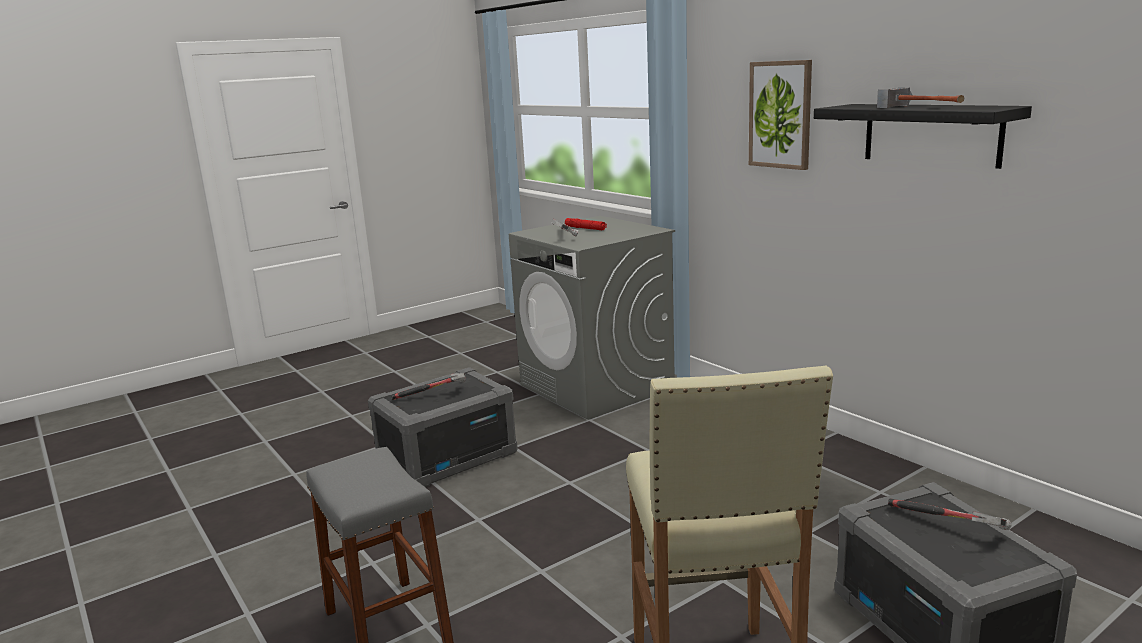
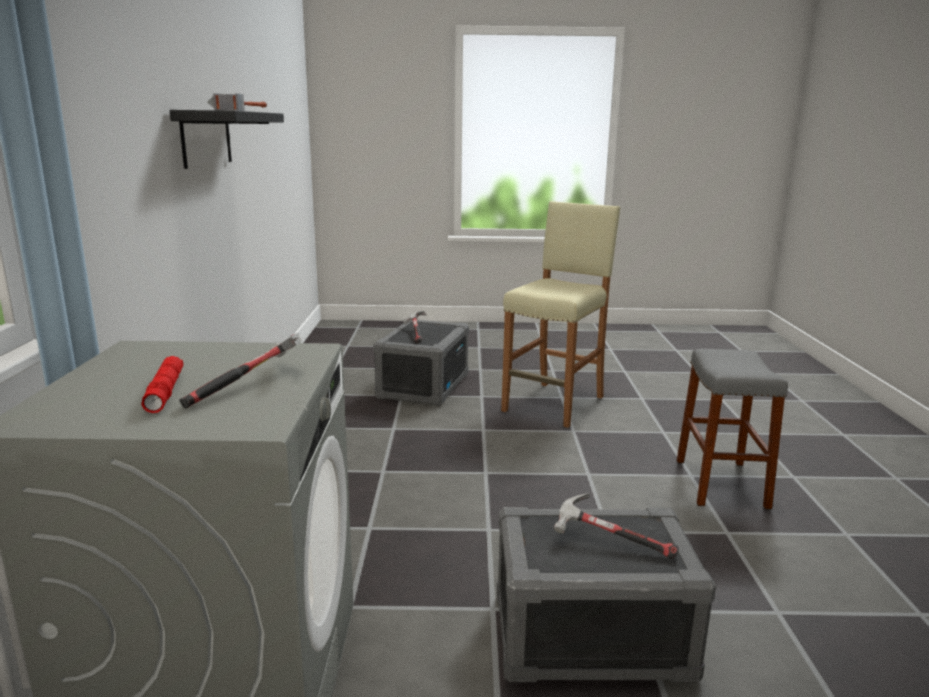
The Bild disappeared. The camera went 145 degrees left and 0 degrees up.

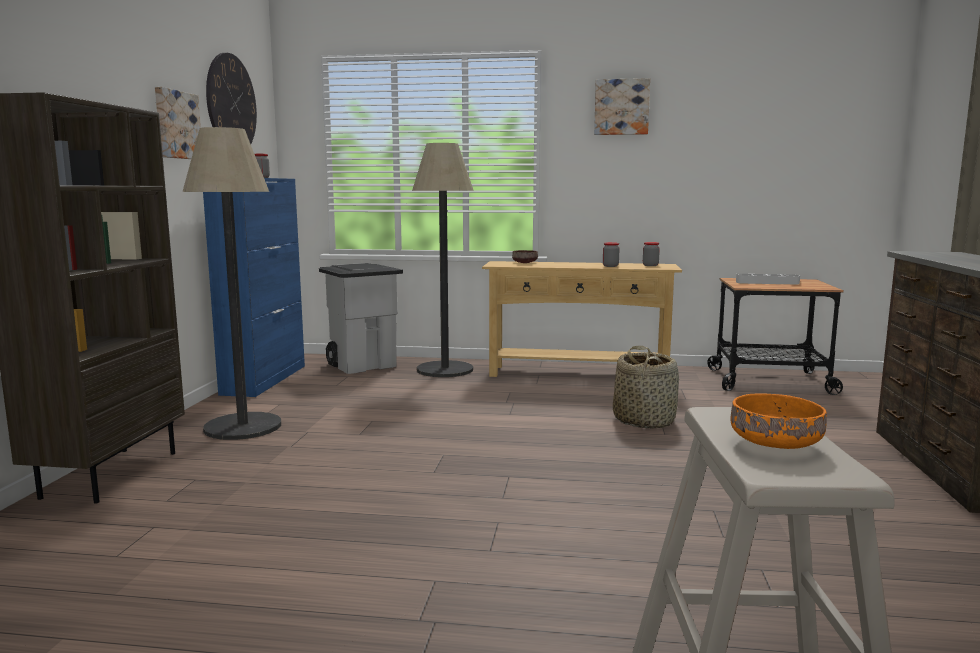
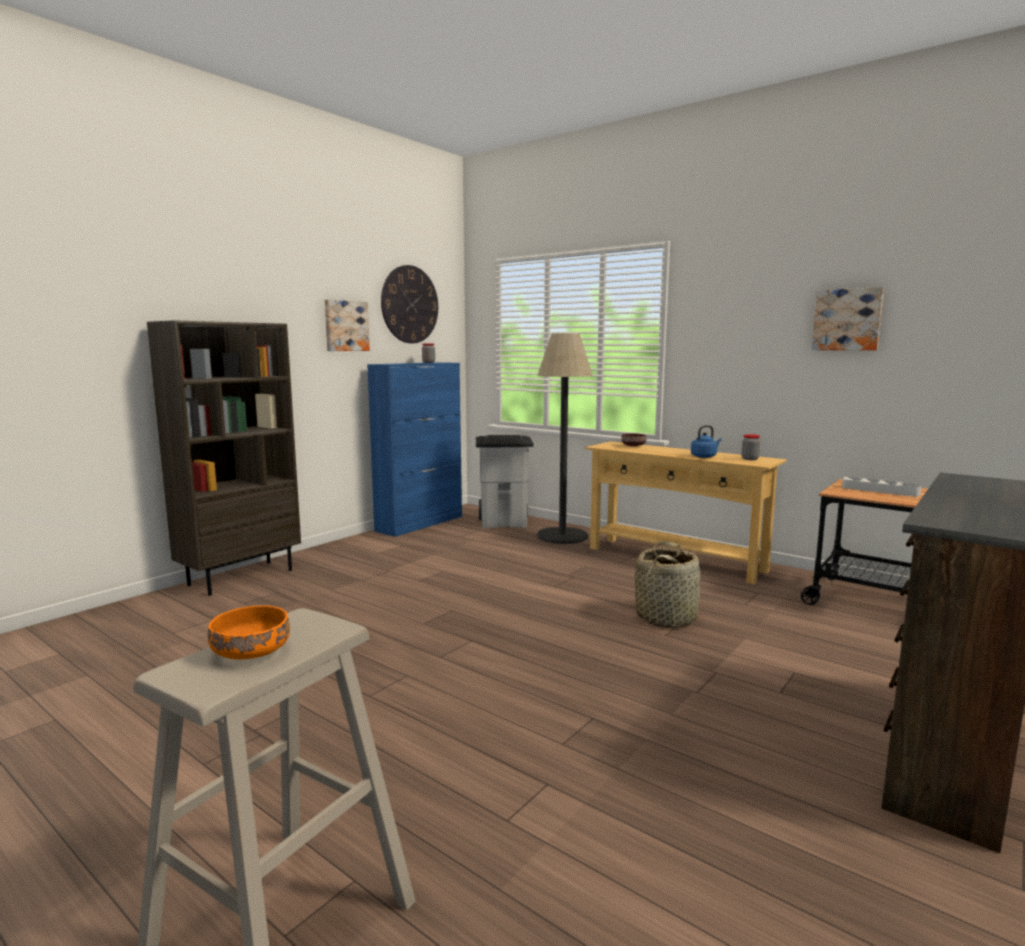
The Stehlampe (1st from left) disappeared. The Bild (2nd from left) moved. The Vorratsglas (2nd from left) was replaced by the Wasserkessel [blau]. The camera went 30 degrees right and 0 degrees up.

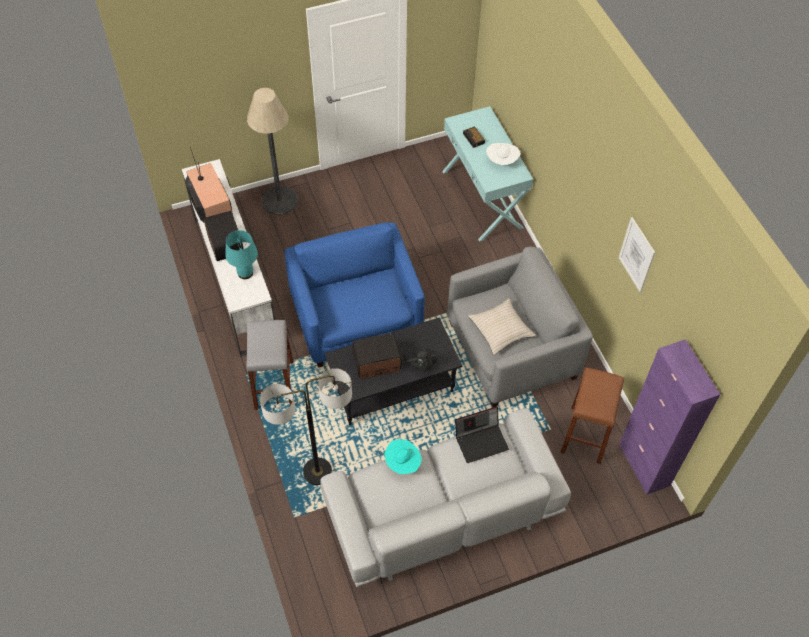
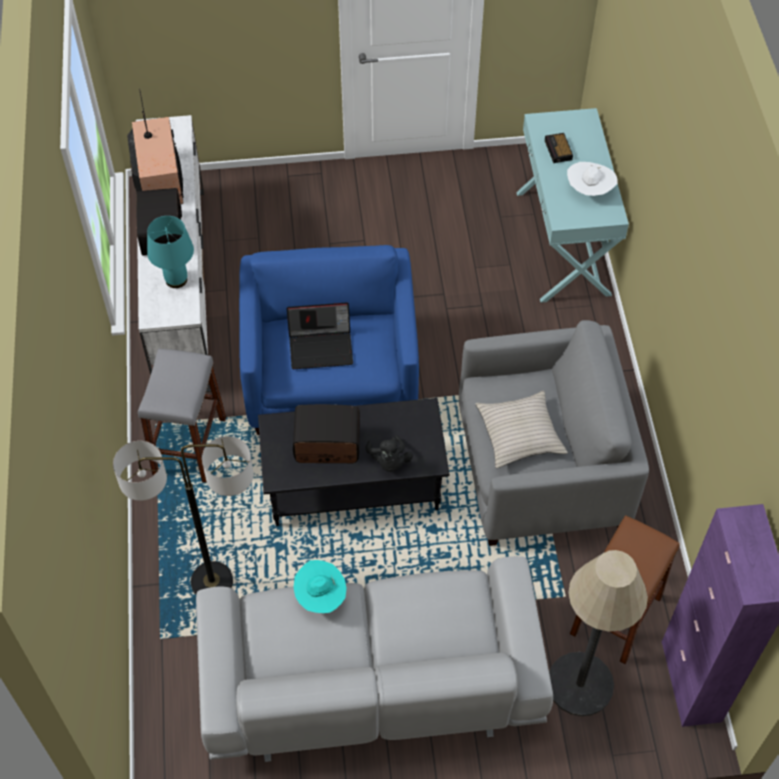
The Stehlampe (1st from left in the first image) moved. The Laptop moved. The Bild disappeared. The camera went 15 degrees right and 0 degrees up.

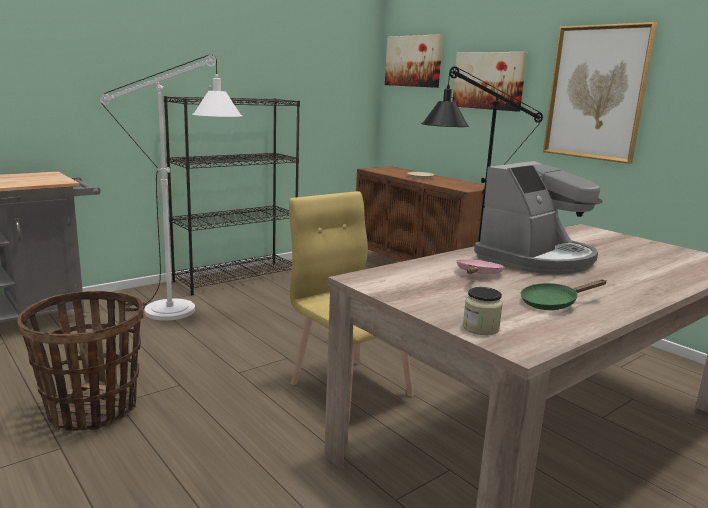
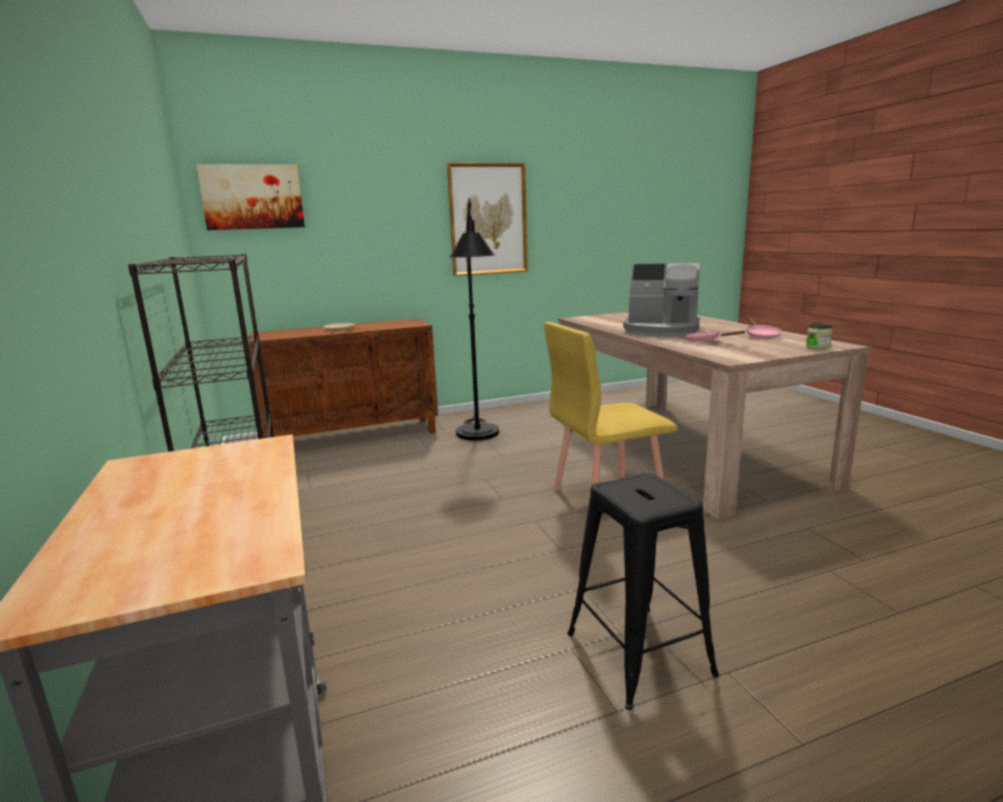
The Korb was replaced by the Hocker [schwarz]. The Stehlampe [weiß] disappeared. The Bild (2nd from left) disappeared. The Kaffeemaschine turned 135 degrees clockwise. The Pfanne [grün] became the Pfanne [rosa] (2nd from left). The camera went 70 degrees left and 0 degrees up.

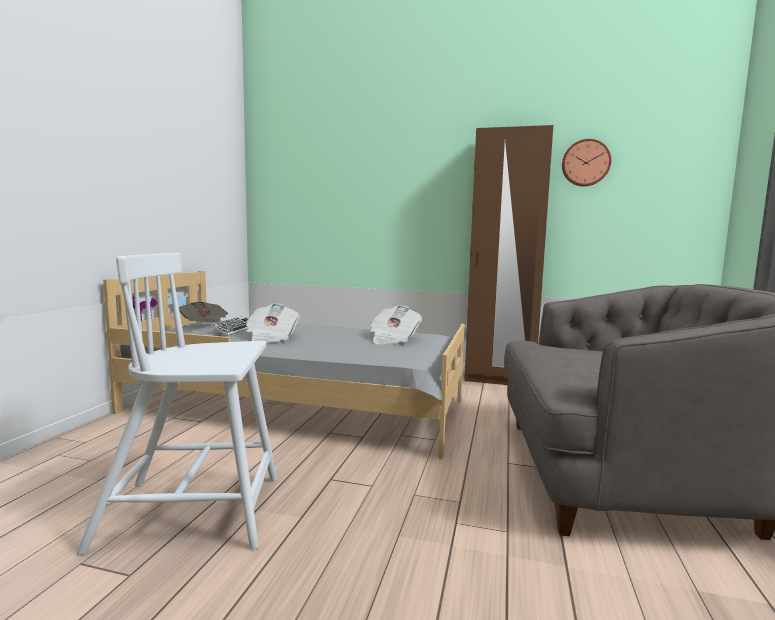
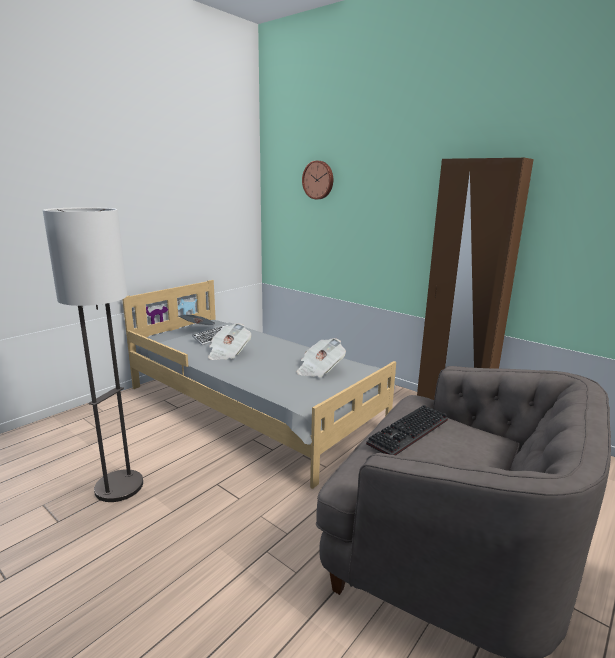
The Stuhl [weiß] was replaced by the Stehlampe. The Wanduhr moved. The Tastatur (2nd from left) appeared. The camera went 25 degrees right and 10 degrees up.

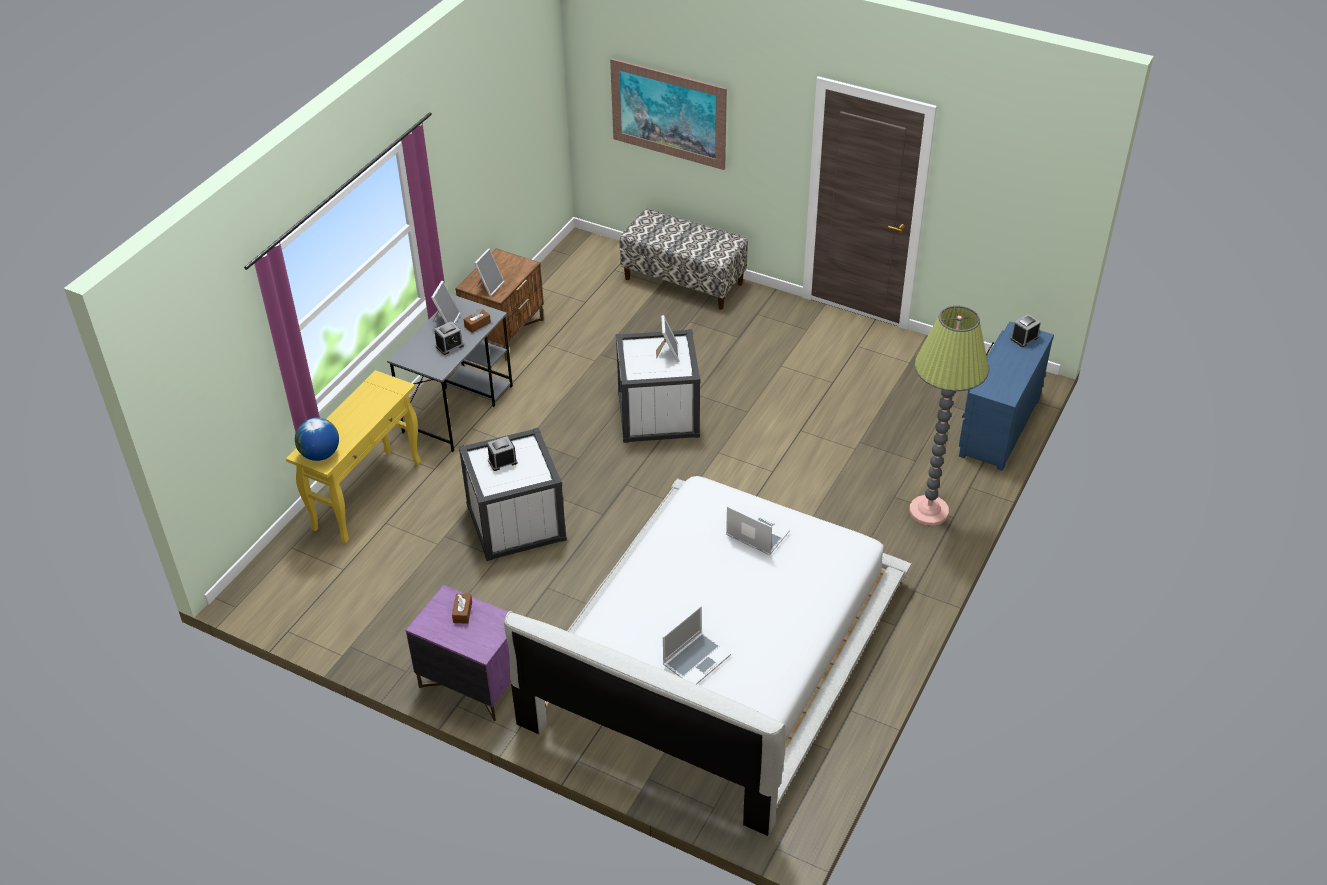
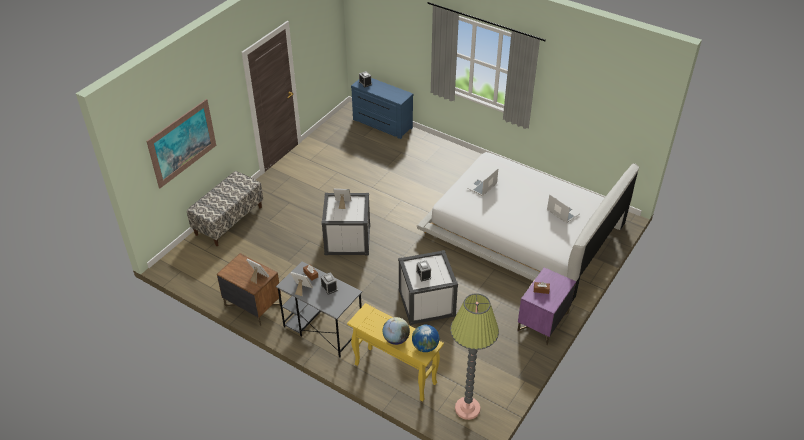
The Stehlampe moved. The Globus (1st from left) appeared. The camera went 85 degrees left and 0 degrees up.

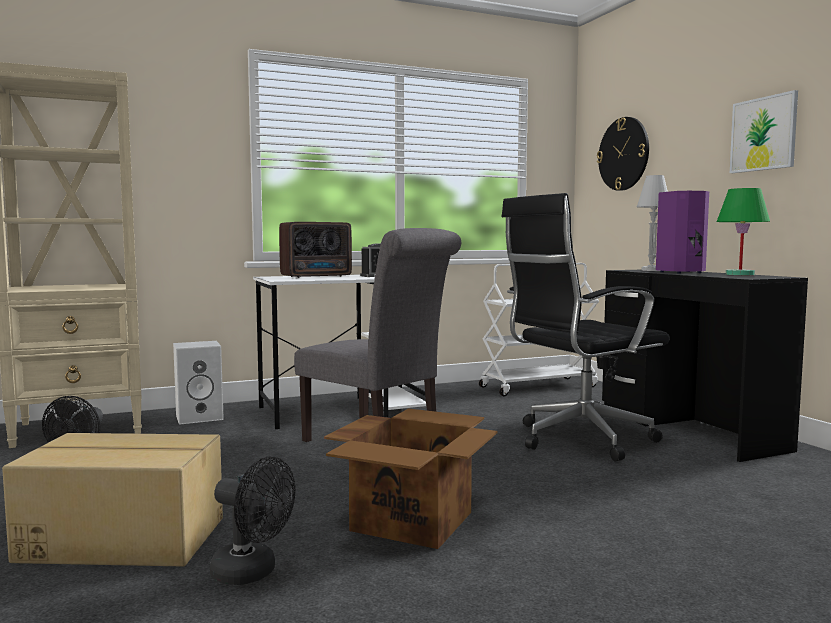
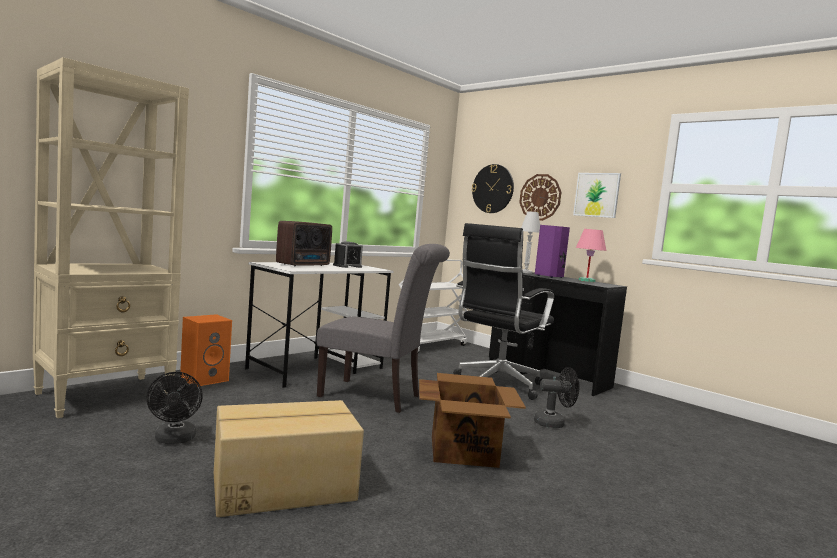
The Lautsprecher [weiß] became the Lautsprecher [orange]. The Ventilator [schwarz] (2nd from left) moved. The Tischlampe [grün] became the Tischlampe [rosa]. The Wanduhr (2nd from left) appeared. The camera went 25 degrees left and 0 degrees up.

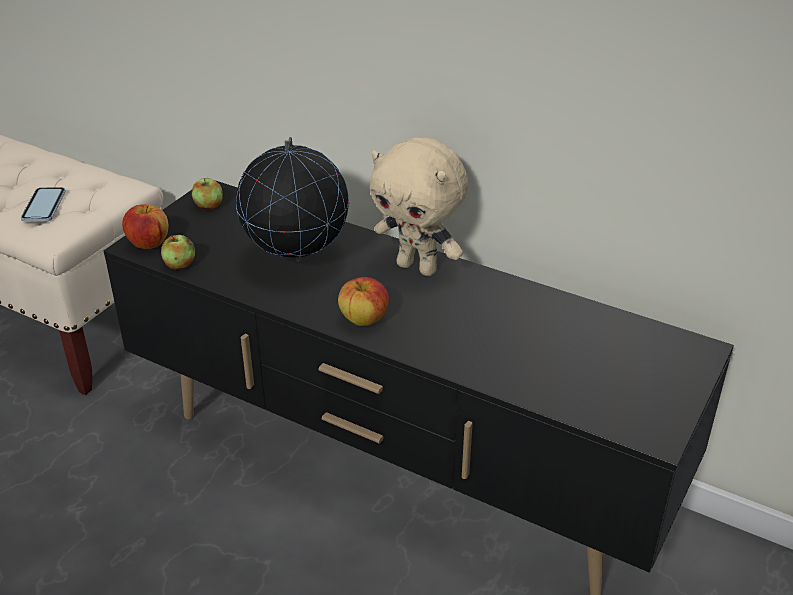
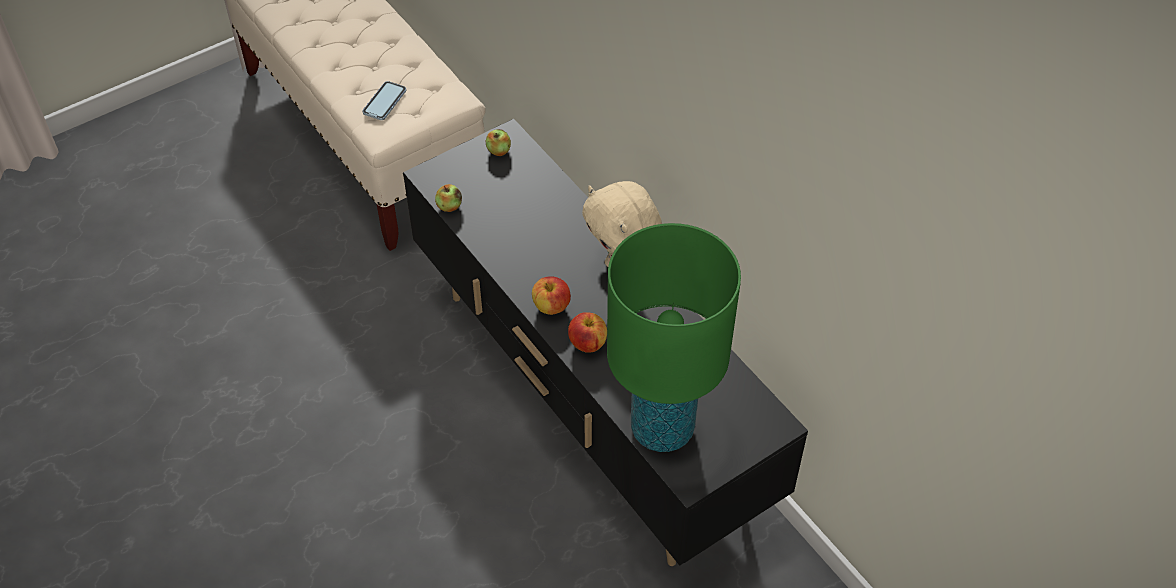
The Apfel (1st from left in the first image) moved. The Globus disappeared. The Tischlampe [grün] appeared. The camera went 25 degrees right and 15 degrees up.

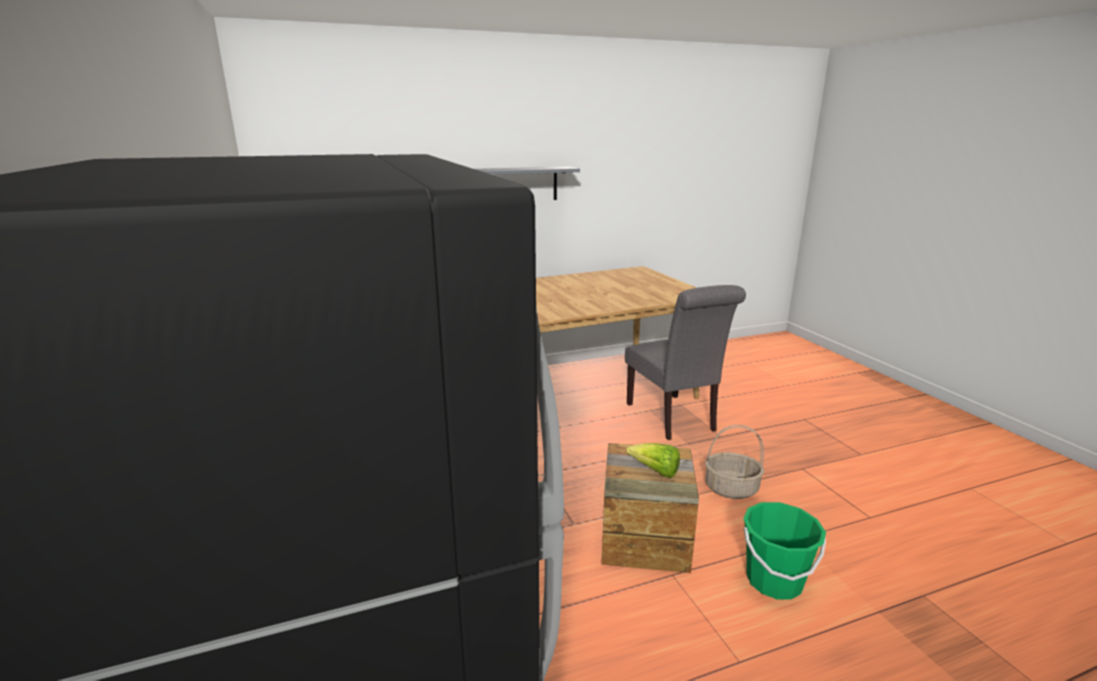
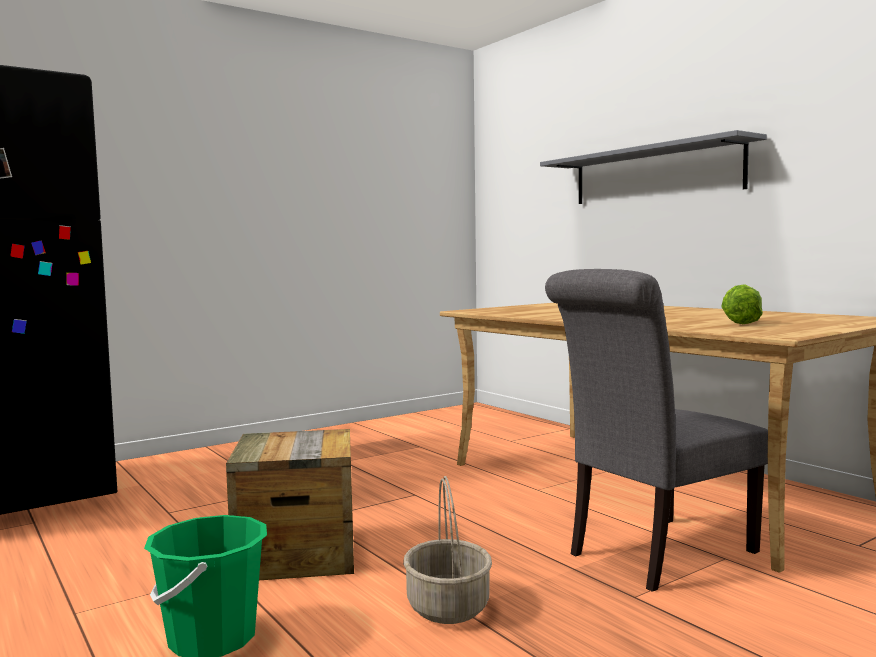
The Salatkopf moved. The camera went 75 degrees right and 15 degrees down.

